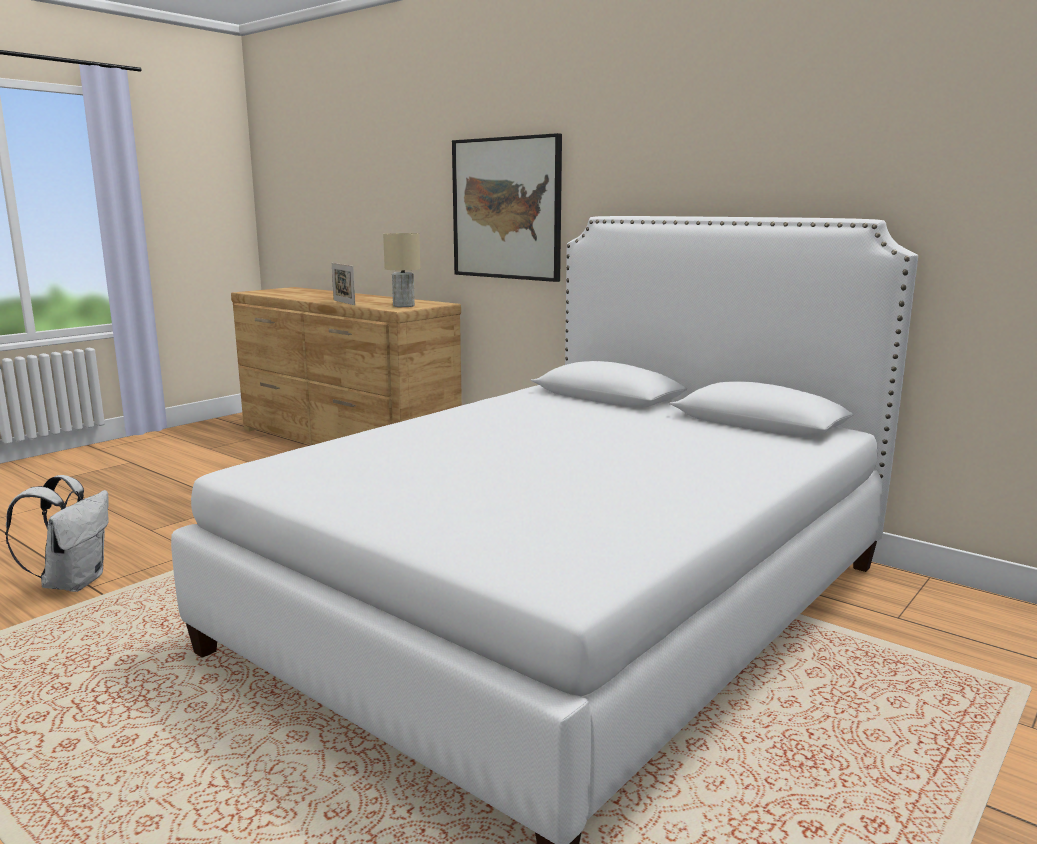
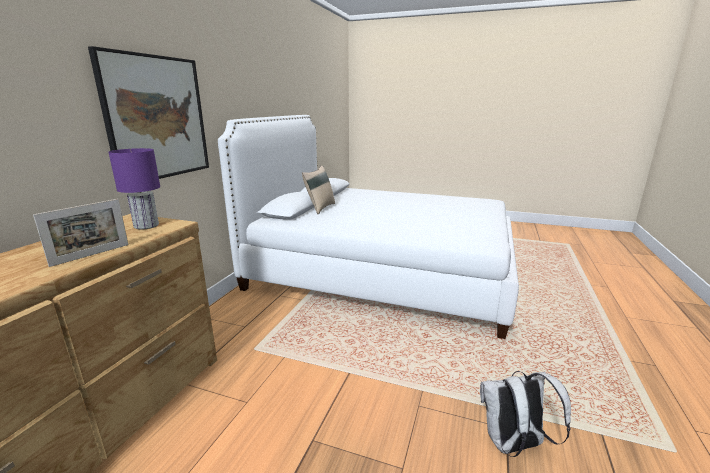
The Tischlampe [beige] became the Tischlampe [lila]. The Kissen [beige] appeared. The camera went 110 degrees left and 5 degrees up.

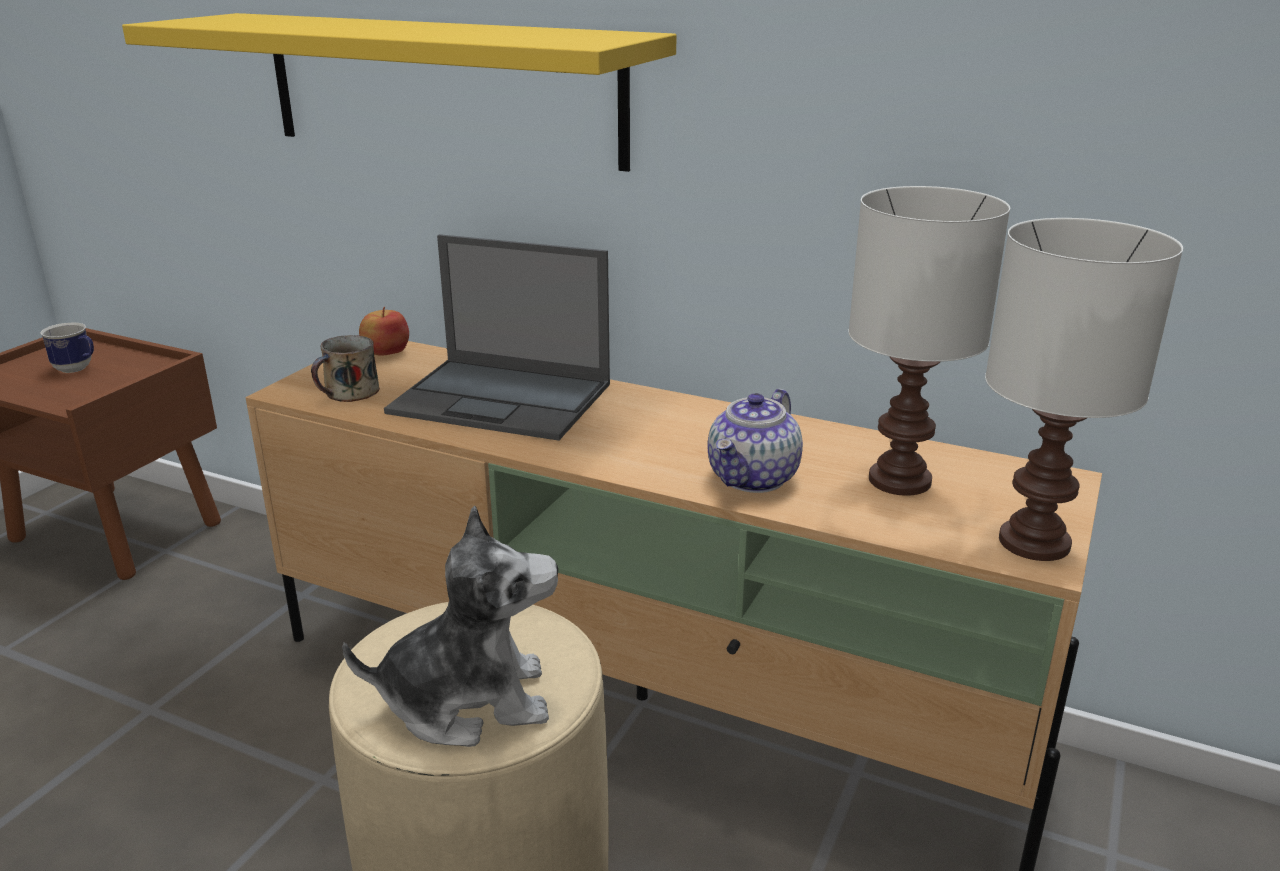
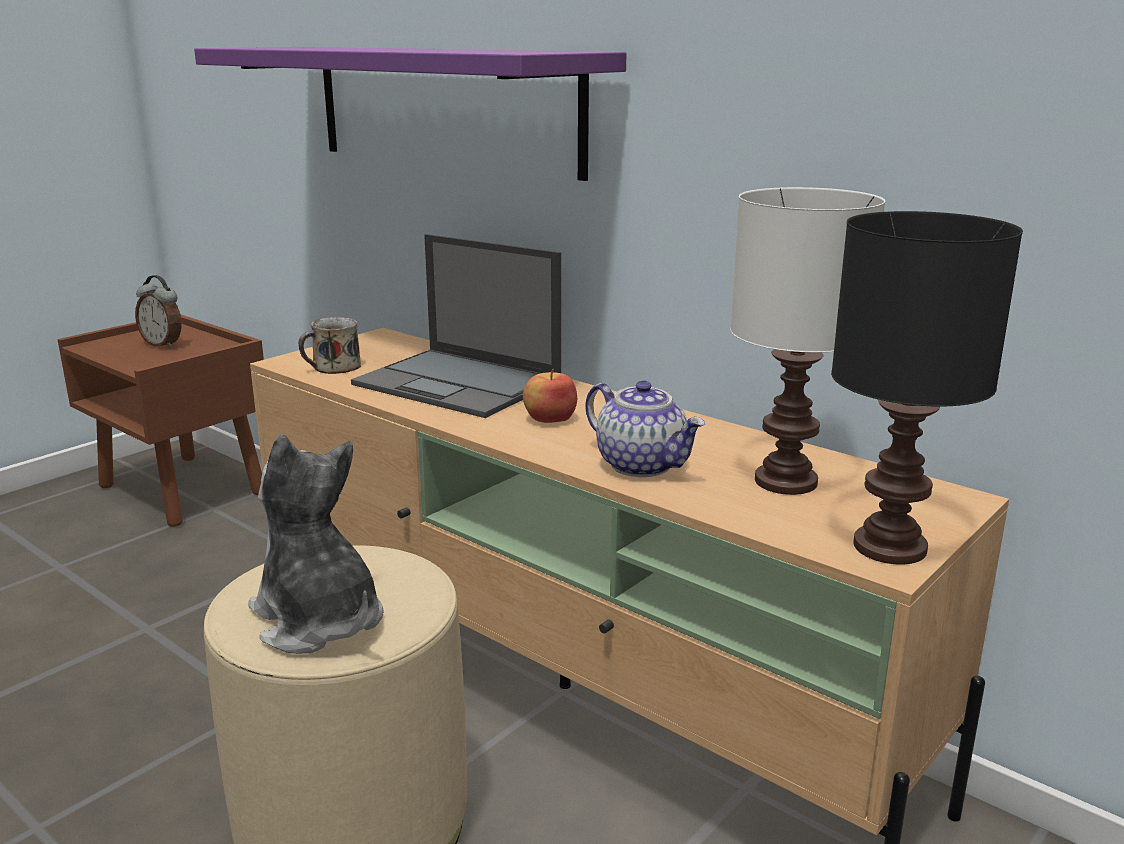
The Henkelbecher (1st from left) was replaced by the Wecker. The Wandregal [gelb] became the Wandregal [lila]. The Plüschtier turned 135 degrees counterclockwise. The Apfel moved. The Teekanne turned 90 degrees counterclockwise. The Tischlampe [weiß] (2nd from left) became the Tischlampe [schwarz]. The camera went 15 degrees right and 5 degrees down.

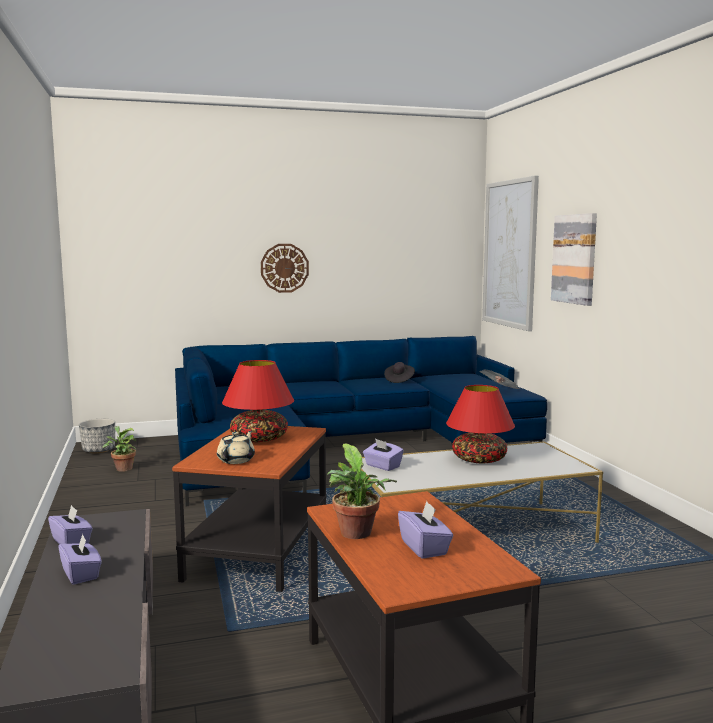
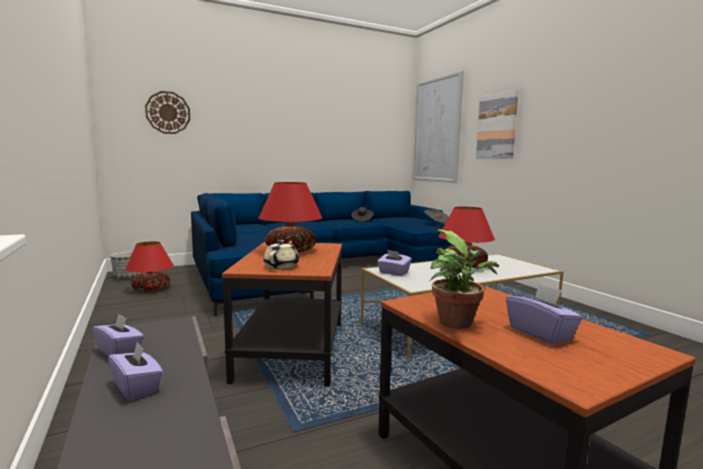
The Topfpflanze (1st from left) was replaced by the Tischlampe [rot] (1st from left). The Wanduhr moved. The camera went 10 degrees left and 0 degrees up.

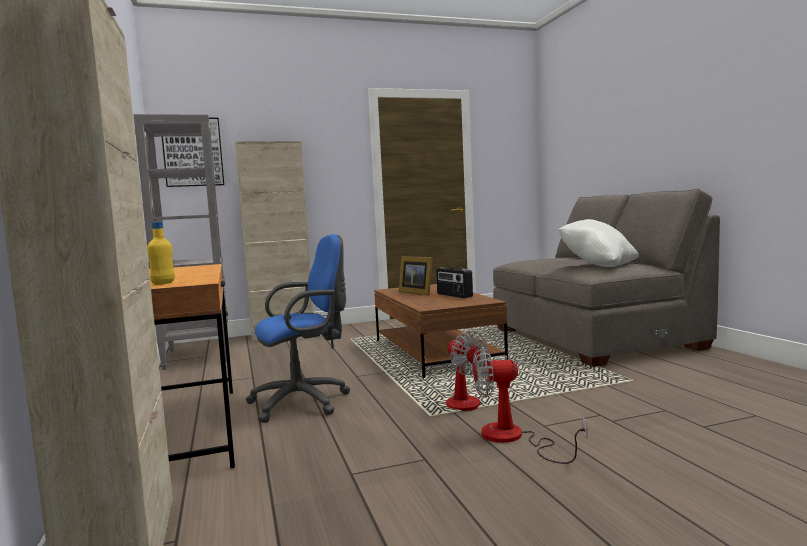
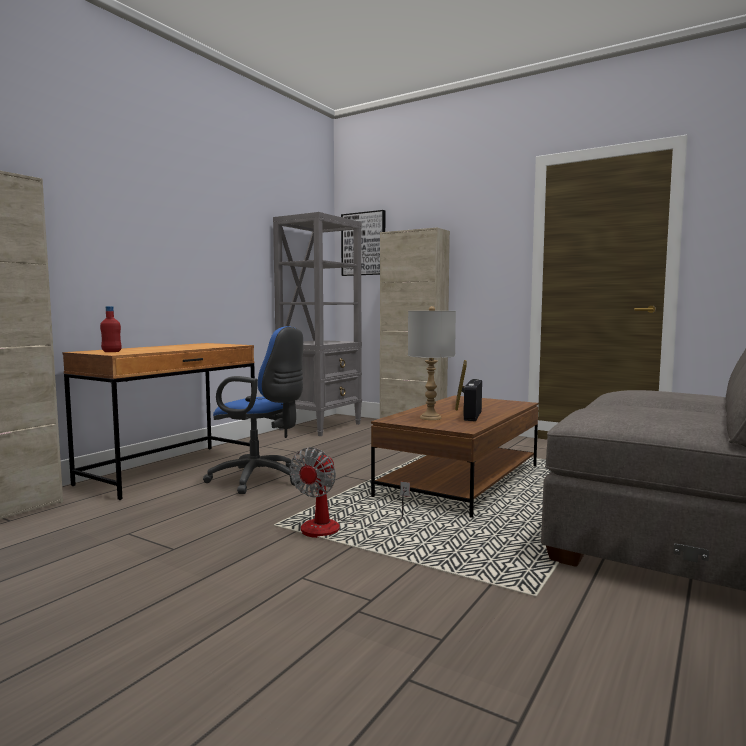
The Flasche [gelb] became the Flasche [rot]. The Ventilator (2nd from left) disappeared. The Kissen [weiß] disappeared. The Tischlampe [grau] appeared. The camera went 50 degrees right and 0 degrees up.

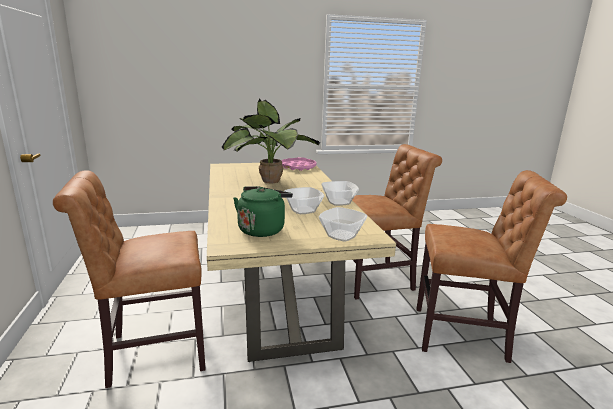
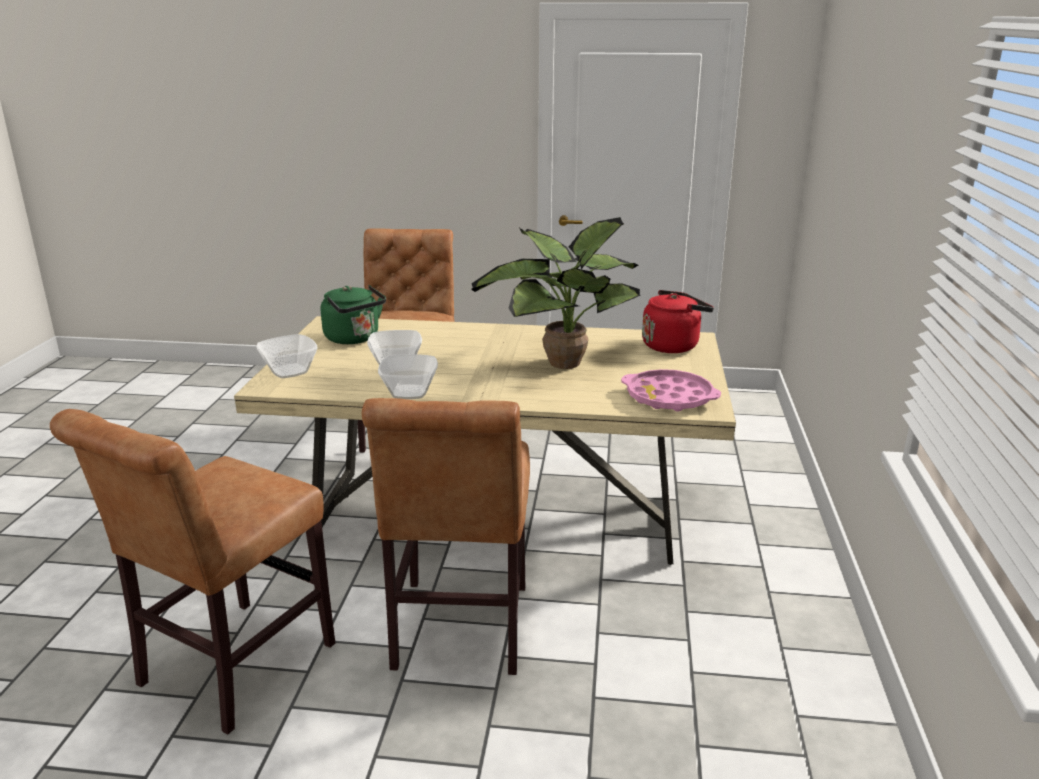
The Wasserkessel [rot] appeared. The camera went 110 degrees right and 5 degrees up.

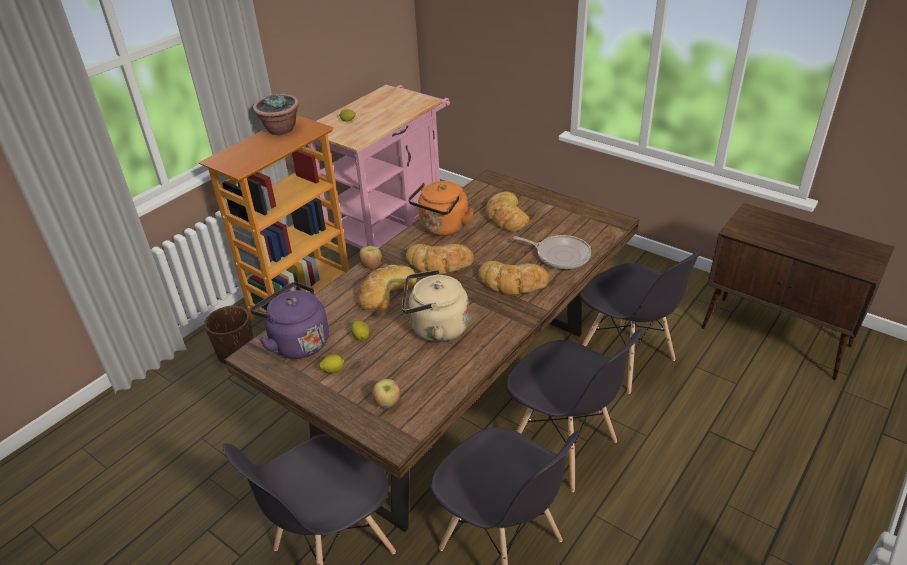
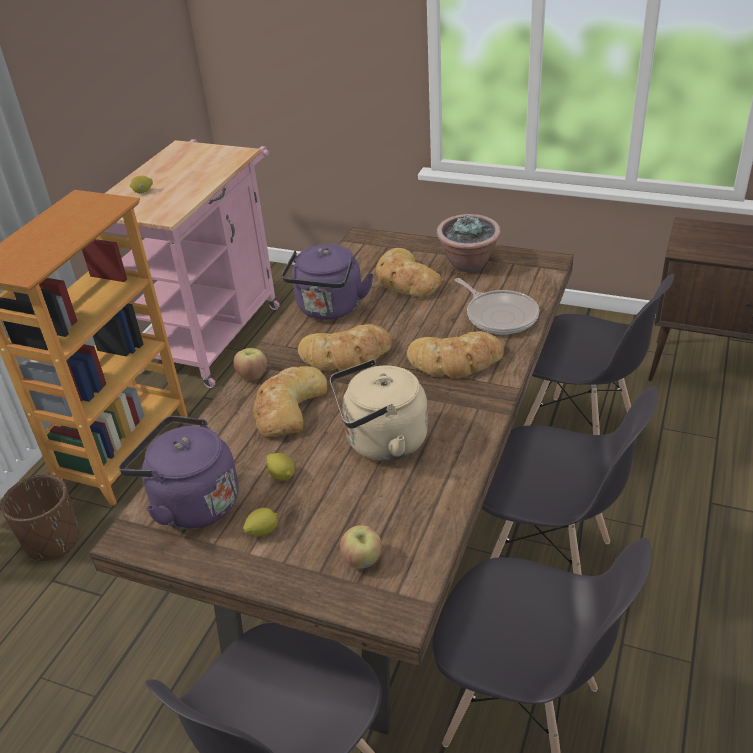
The Topfpflanze moved. The Wasserkessel [orange] became the Wasserkessel [lila] (2nd from left). The Pfanne turned 45 degrees clockwise. The camera went 15 degrees left and 0 degrees up.

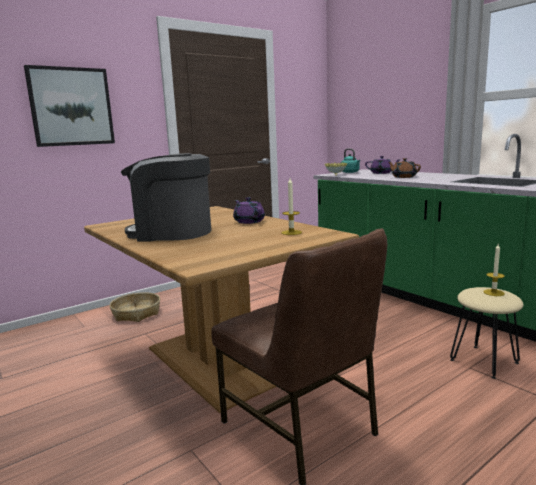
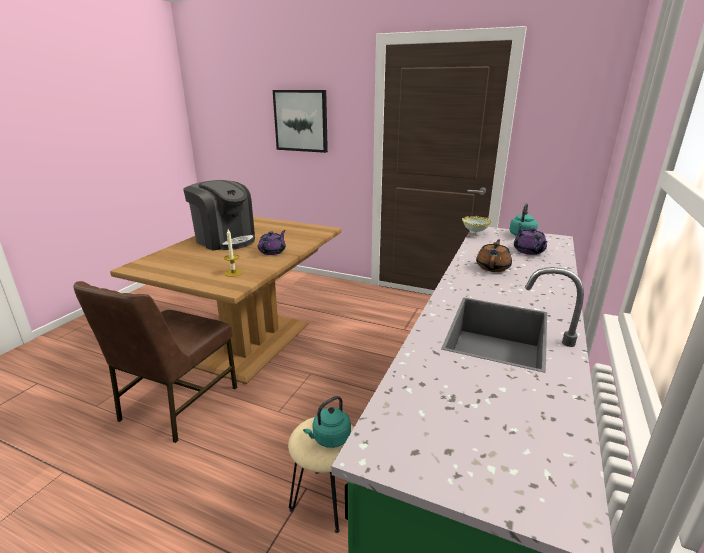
The Korb disappeared. The Kaffeemaschine turned 150 degrees clockwise. The Kerze (2nd from left) was replaced by the Wasserkessel [türkis] (1st from left). The camera went 60 degrees right and 10 degrees up.

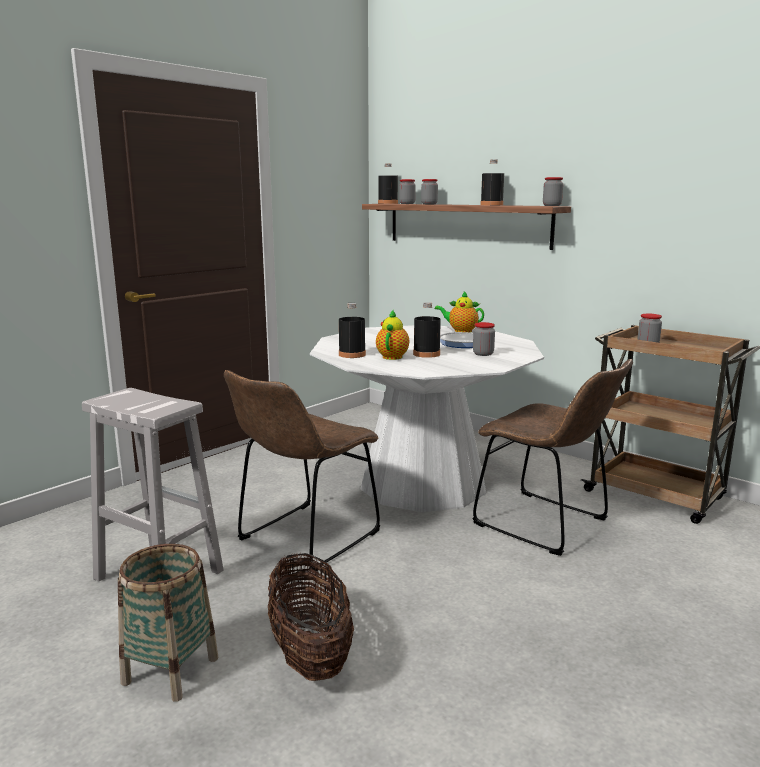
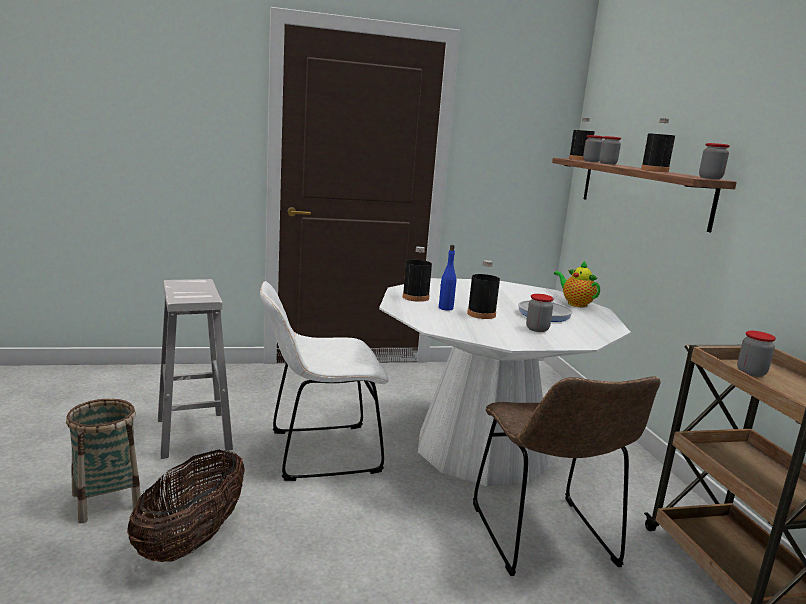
The Stuhl [braun] (1st from left) became the Stuhl [weiß]. The Teekanne (1st from left) was replaced by the Flasche [blau]. The camera went 35 degrees right and 0 degrees up.

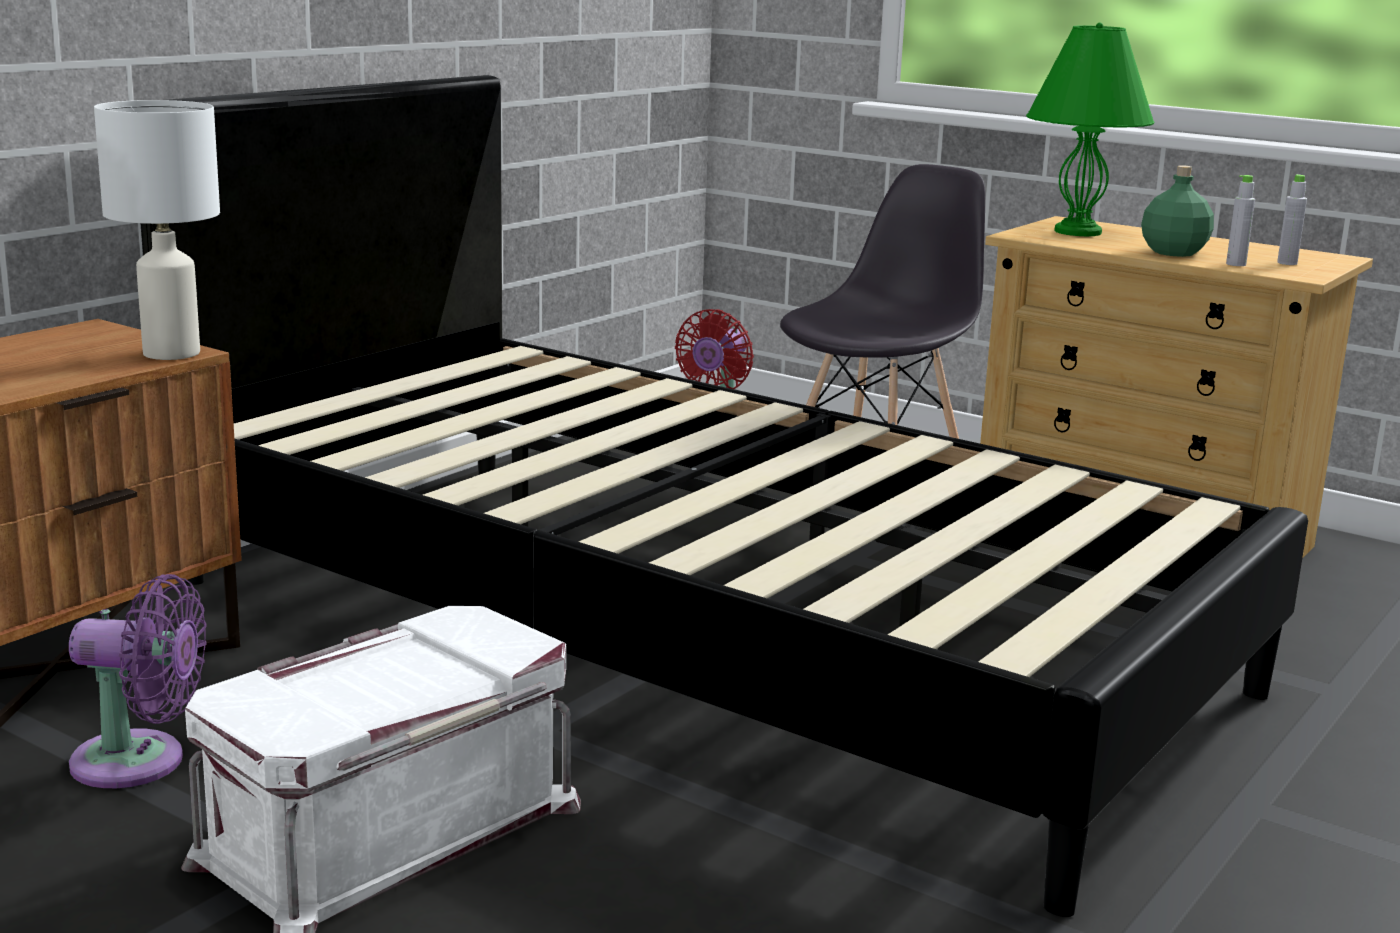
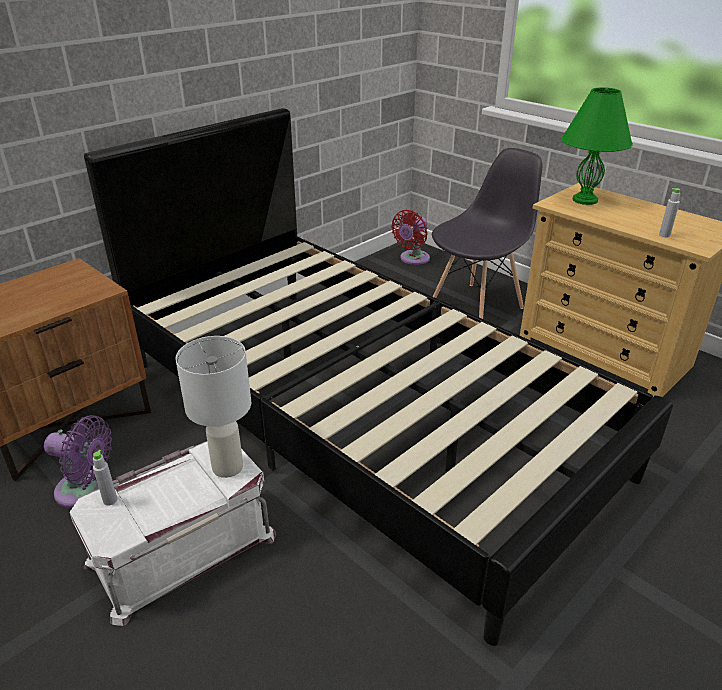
The Tischlampe [weiß] moved. The Flasche [grün] disappeared. The Flasche [grau] (2nd from left in the first image) moved. The camera went 10 degrees right and 15 degrees up.

